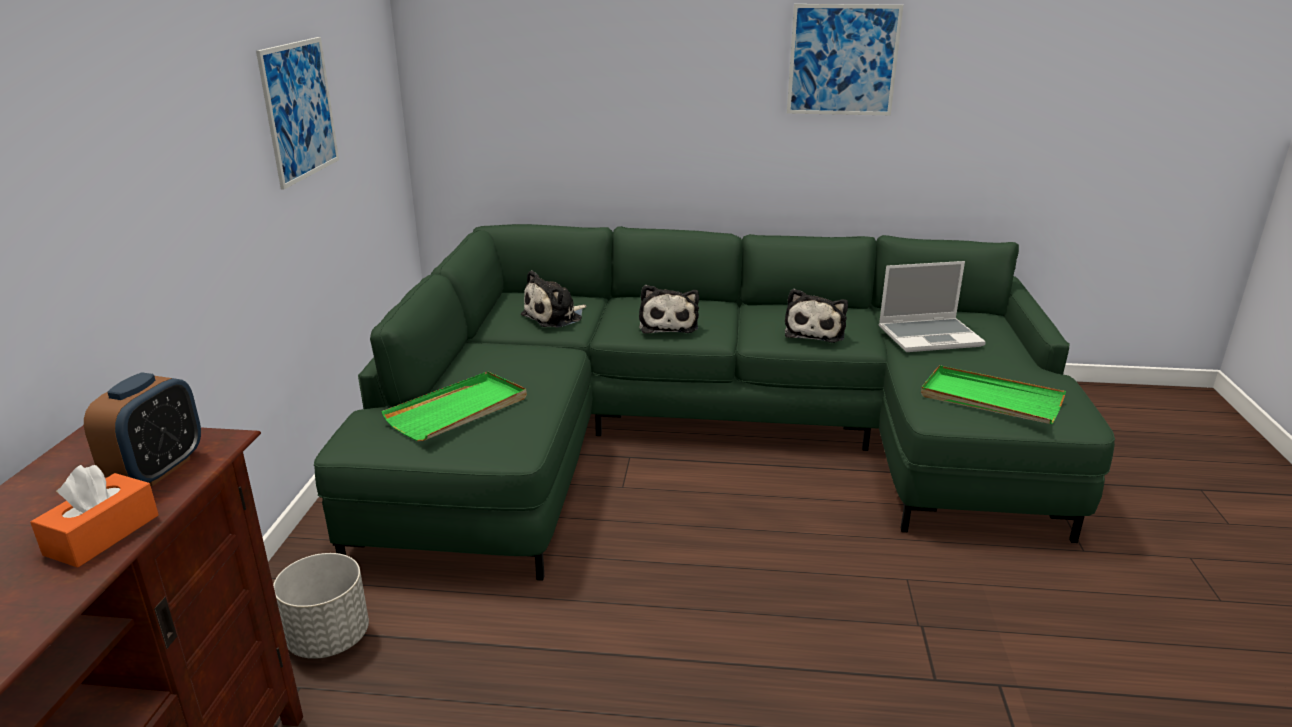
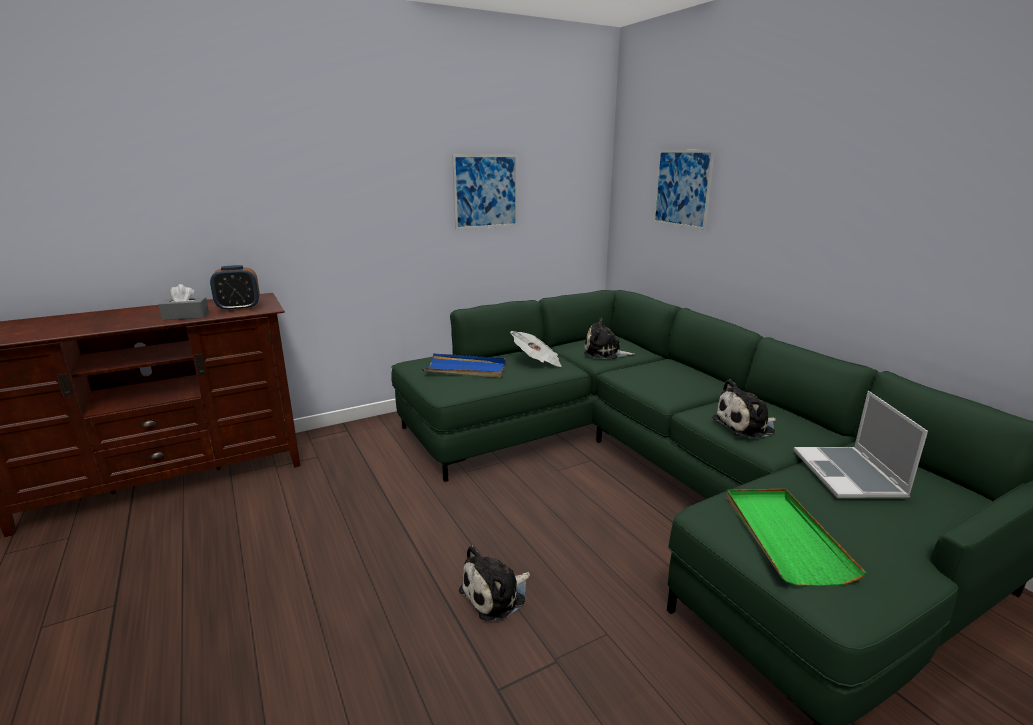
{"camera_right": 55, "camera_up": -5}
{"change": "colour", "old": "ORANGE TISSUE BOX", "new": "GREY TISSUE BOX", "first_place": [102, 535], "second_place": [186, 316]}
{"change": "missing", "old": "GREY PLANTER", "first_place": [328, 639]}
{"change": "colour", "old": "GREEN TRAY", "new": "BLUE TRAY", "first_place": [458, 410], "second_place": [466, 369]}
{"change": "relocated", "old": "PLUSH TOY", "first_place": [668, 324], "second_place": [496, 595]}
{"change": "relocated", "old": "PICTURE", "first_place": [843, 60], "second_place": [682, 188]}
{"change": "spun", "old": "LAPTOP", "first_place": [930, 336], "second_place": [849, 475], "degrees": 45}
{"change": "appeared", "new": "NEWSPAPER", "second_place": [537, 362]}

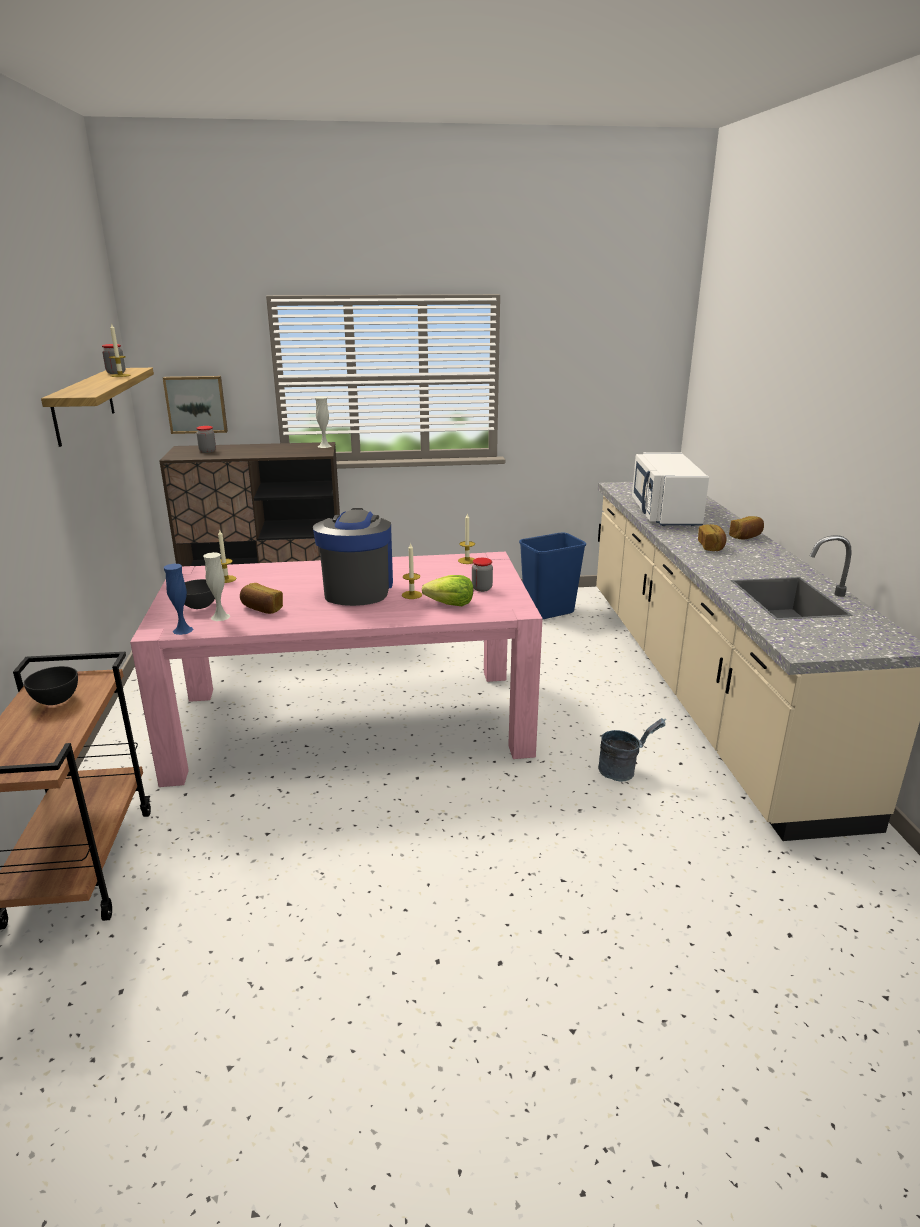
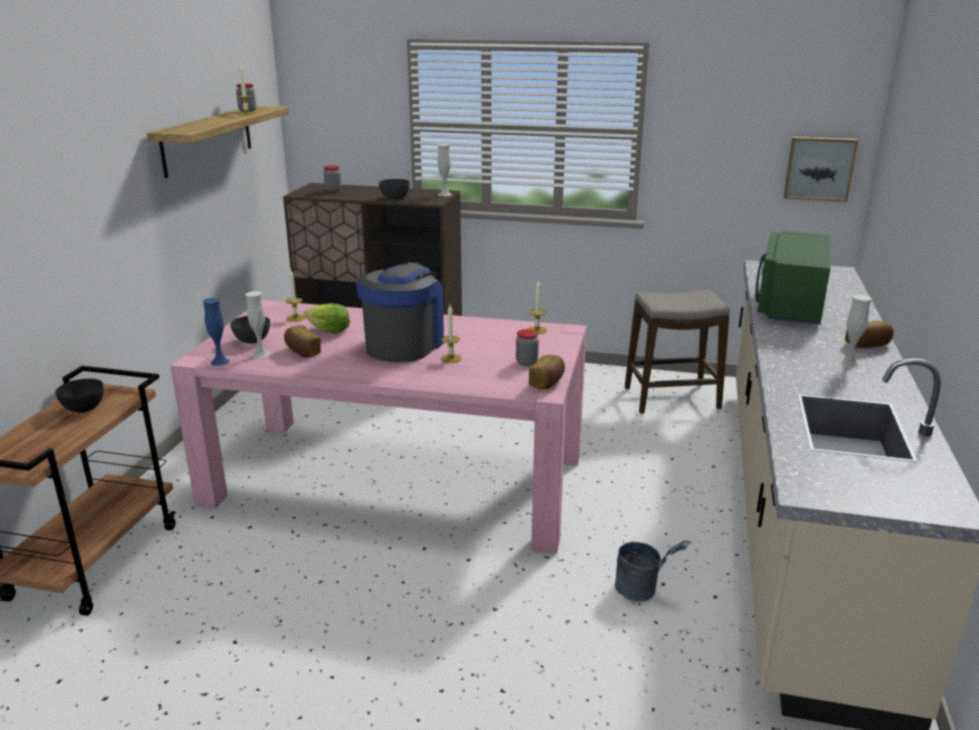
{"camera_right": 20, "camera_up": 0}
{"change": "relocated", "old": "PICTURE", "first_place": [196, 404], "second_place": [819, 168]}
{"change": "relocated", "old": "LETTUCE", "first_place": [450, 604], "second_place": [328, 331]}
{"change": "exchanged", "old": "BLUE TRASH CAN", "new": "STOOL", "first_place": [548, 612], "second_place": [671, 398]}
{"change": "colour", "old": "WHITE MICROWAVE", "new": "GREEN MICROWAVE", "first_place": [664, 513], "second_place": [789, 305]}
{"change": "relocated", "old": "BREAD", "first_place": [711, 547], "second_place": [547, 383]}
{"change": "appeared", "new": "GREY BOWL", "second_place": [395, 198]}
{"change": "appeared", "new": "WHITE VASE", "second_place": [849, 364]}

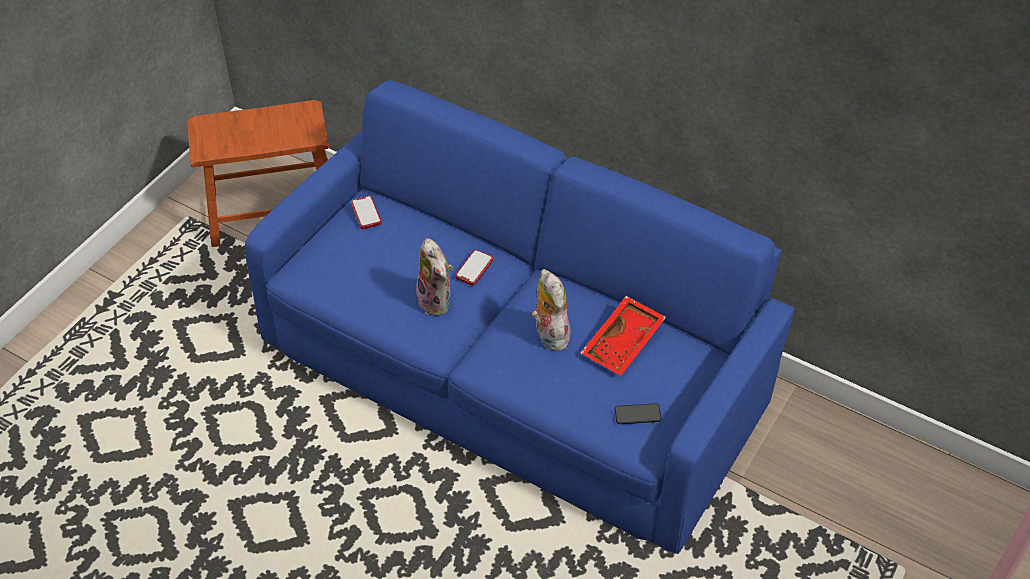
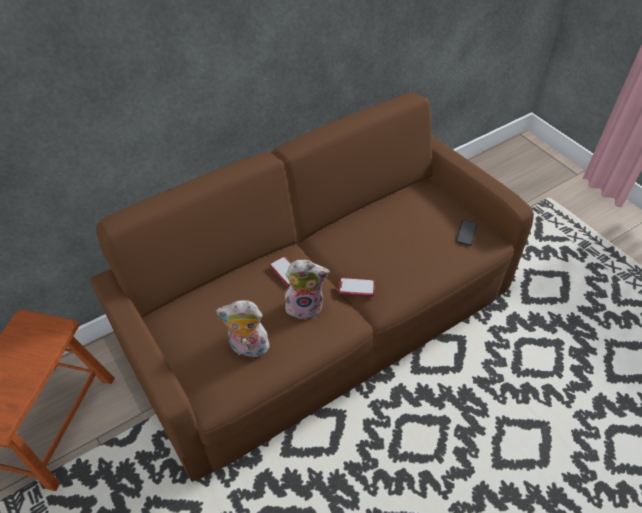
{"camera_right": -65, "camera_up": 0}
{"change": "colour", "old": "BLUE SOFA", "new": "BROWN SOFA", "first_place": [516, 365], "second_place": [321, 313]}
{"change": "relocated", "old": "PHONE", "first_place": [366, 213], "second_place": [356, 288]}
{"change": "relocated", "old": "PLUSH TOY", "first_place": [549, 334], "second_place": [247, 348]}
{"change": "missing", "old": "RED TRAY", "first_place": [624, 343]}

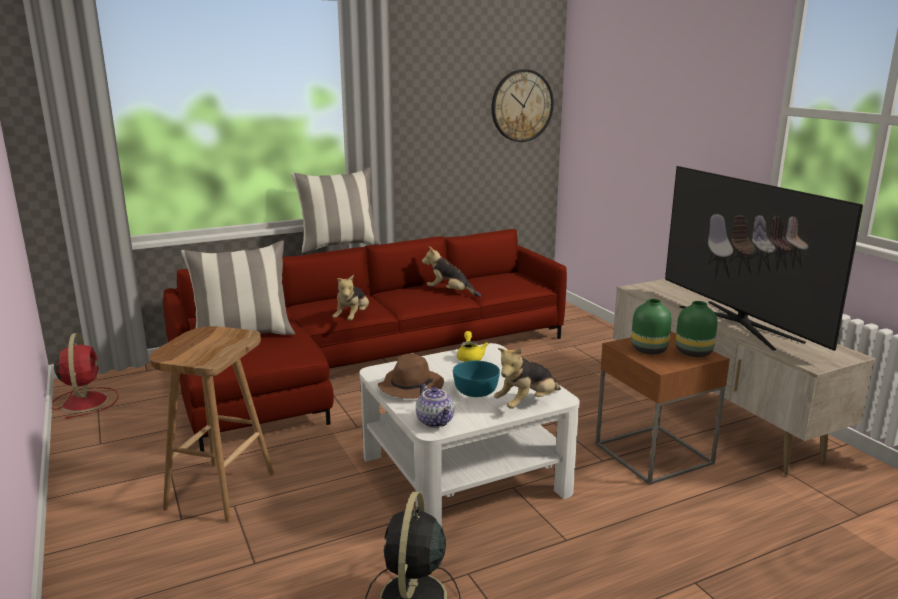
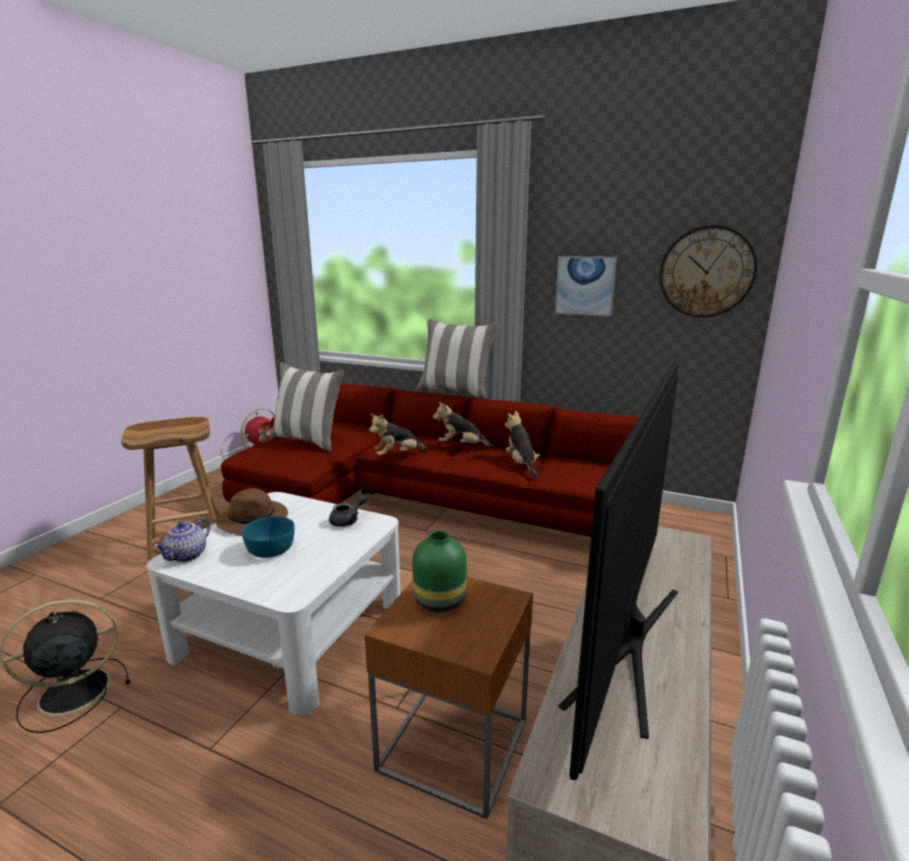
{"camera_right": 50, "camera_up": 0}
{"change": "colour", "old": "YELLOW TEAPOT", "new": "GREY TEAPOT", "first_place": [470, 357], "second_place": [348, 520]}
{"change": "relocated", "old": "PLUSH TOY", "first_place": [527, 403], "second_place": [462, 446]}
{"change": "missing", "old": "GREEN VASE", "first_place": [693, 352]}
{"change": "appeared", "new": "PICTURE", "second_place": [585, 285]}

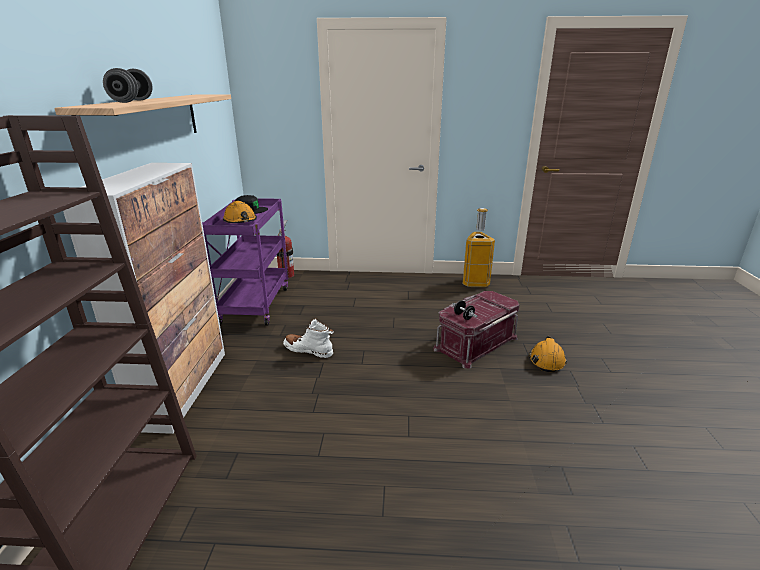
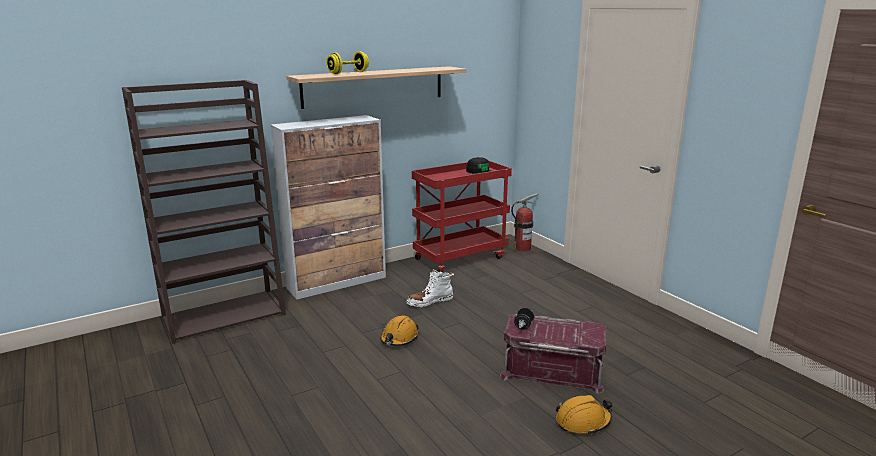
{"camera_right": 55, "camera_up": -5}
{"change": "colour", "old": "GREY DUMBBELL", "new": "YELLOW DUMBBELL", "first_place": [132, 101], "second_place": [348, 73]}
{"change": "colour", "old": "PURPLE CART", "new": "RED CART", "first_place": [255, 304], "second_place": [460, 257]}
{"change": "relocated", "old": "ORANGE HARD HAT", "first_place": [240, 221], "second_place": [399, 338]}
{"change": "spun", "old": "WHITE BOOT", "first_place": [308, 350], "second_place": [430, 302], "degrees": -105}
{"change": "missing", "old": "TRASH CAN", "first_place": [475, 282]}

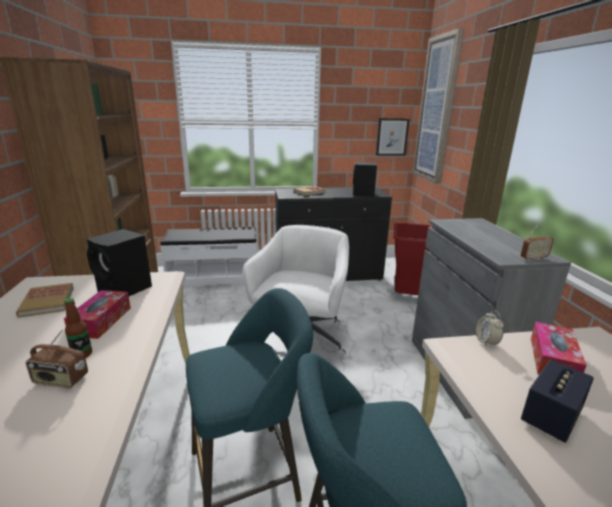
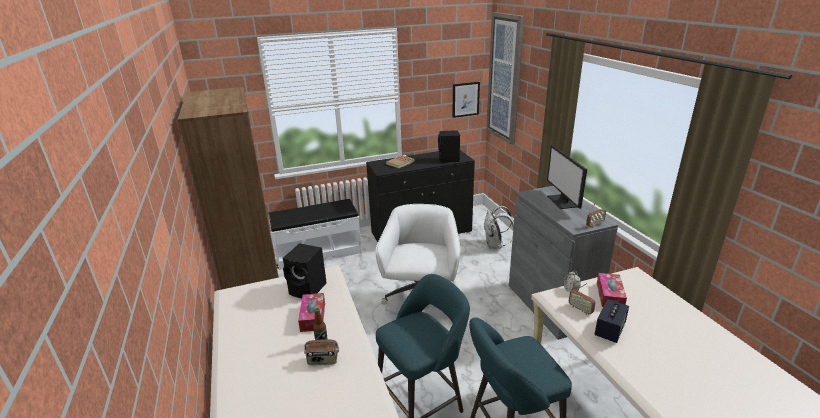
{"camera_right": -10, "camera_up": 5}
{"change": "missing", "old": "BOOK", "first_place": [47, 302]}
{"change": "exchanged", "old": "RED TRASH CAN", "new": "WHITE BACKPACK", "first_place": [406, 296], "second_place": [495, 245]}
{"change": "appeared", "new": "MONITOR", "second_place": [562, 201]}
{"change": "appeared", "new": "RADIO", "second_place": [580, 309]}

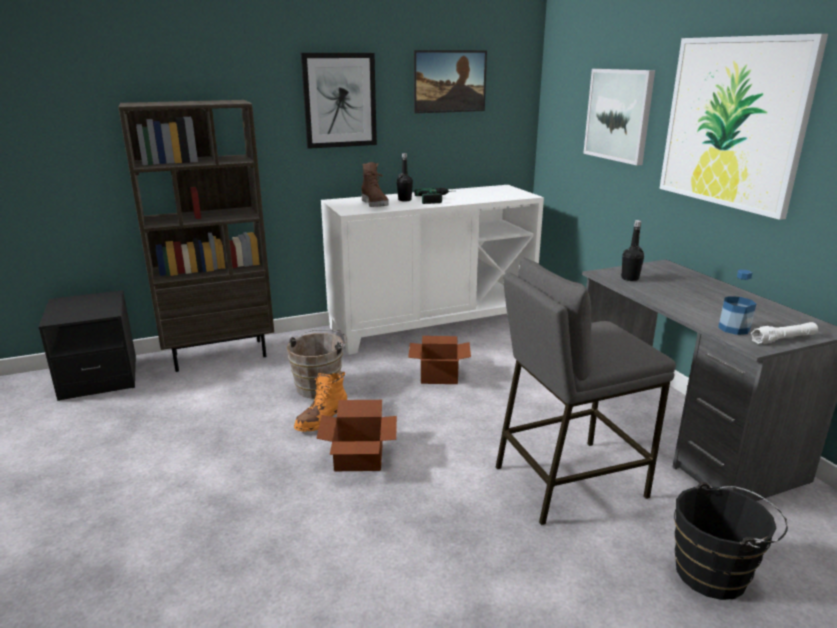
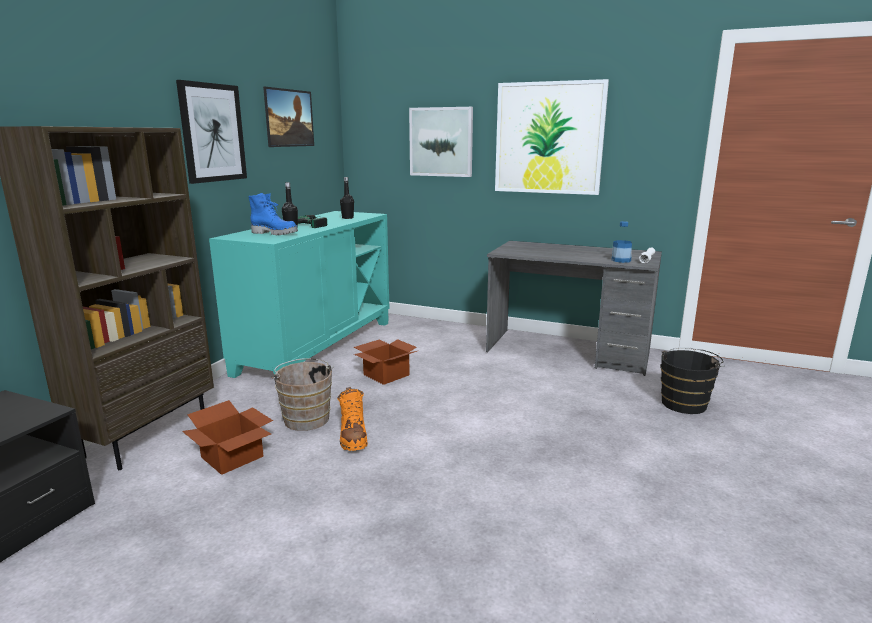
{"camera_right": -45, "camera_up": -5}
{"change": "relocated", "old": "CARDBOARD BOX", "first_place": [357, 458], "second_place": [232, 458]}
{"change": "colour", "old": "WHITE CABINET", "new": "TURQUOISE CABINET", "first_place": [431, 325], "second_place": [317, 346]}
{"change": "colour", "old": "BROWN BOOT", "new": "BLUE BOOT", "first_place": [375, 204], "second_place": [275, 233]}
{"change": "missing", "old": "GREY STOOL", "first_place": [568, 480]}
{"change": "relocated", "old": "BLACK BOTTLE", "first_place": [630, 278], "second_place": [347, 218]}

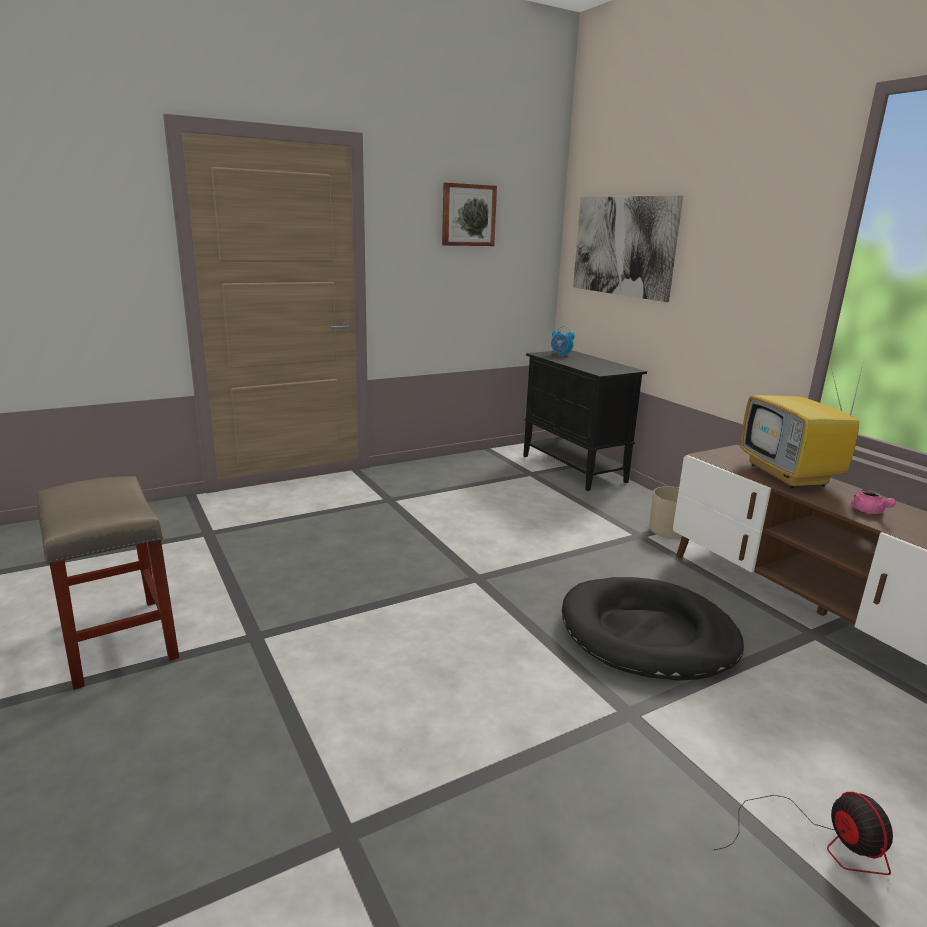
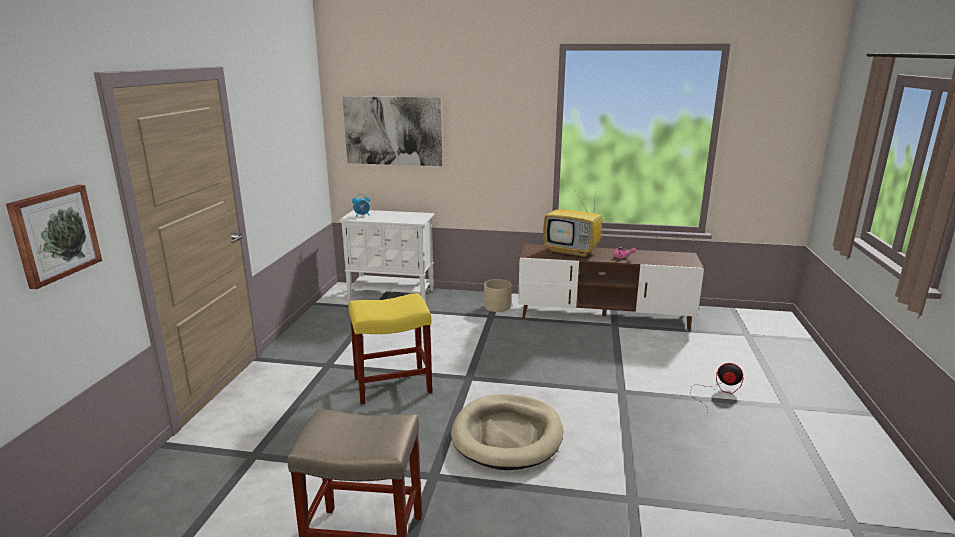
{"camera_right": -50, "camera_up": 0}
{"change": "relocated", "old": "PICTURE", "first_place": [468, 215], "second_place": [54, 234]}
{"change": "colour", "old": "BLACK CABINET", "new": "WHITE CABINET", "first_place": [574, 469], "second_place": [392, 294]}
{"change": "missing", "old": "BLACK DOG BED", "first_place": [648, 634]}
{"change": "appeared", "new": "YELLOW STOOL", "second_place": [393, 385]}
{"change": "appeared", "new": "BEIGE DOG BED", "second_place": [507, 435]}

